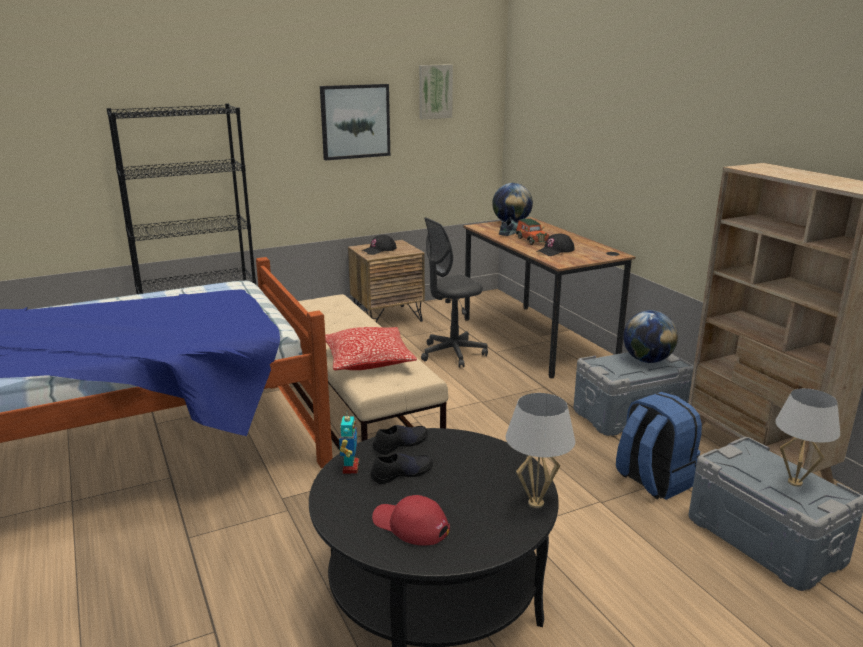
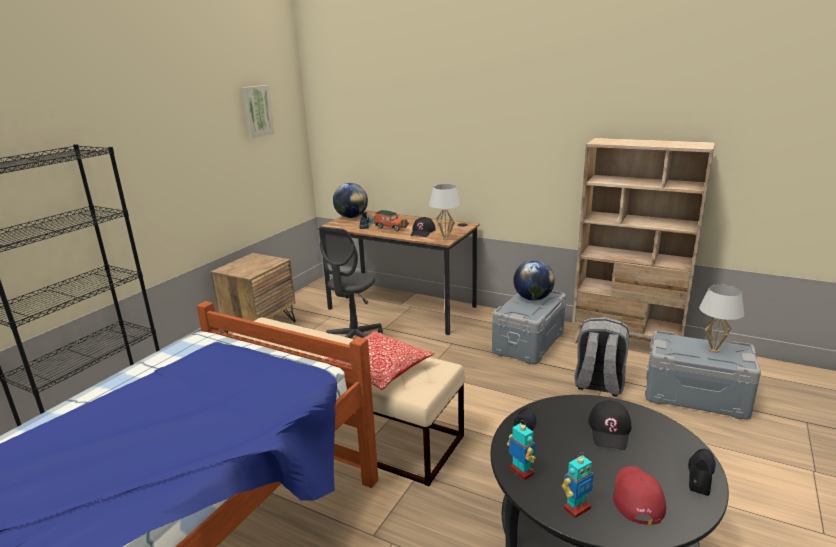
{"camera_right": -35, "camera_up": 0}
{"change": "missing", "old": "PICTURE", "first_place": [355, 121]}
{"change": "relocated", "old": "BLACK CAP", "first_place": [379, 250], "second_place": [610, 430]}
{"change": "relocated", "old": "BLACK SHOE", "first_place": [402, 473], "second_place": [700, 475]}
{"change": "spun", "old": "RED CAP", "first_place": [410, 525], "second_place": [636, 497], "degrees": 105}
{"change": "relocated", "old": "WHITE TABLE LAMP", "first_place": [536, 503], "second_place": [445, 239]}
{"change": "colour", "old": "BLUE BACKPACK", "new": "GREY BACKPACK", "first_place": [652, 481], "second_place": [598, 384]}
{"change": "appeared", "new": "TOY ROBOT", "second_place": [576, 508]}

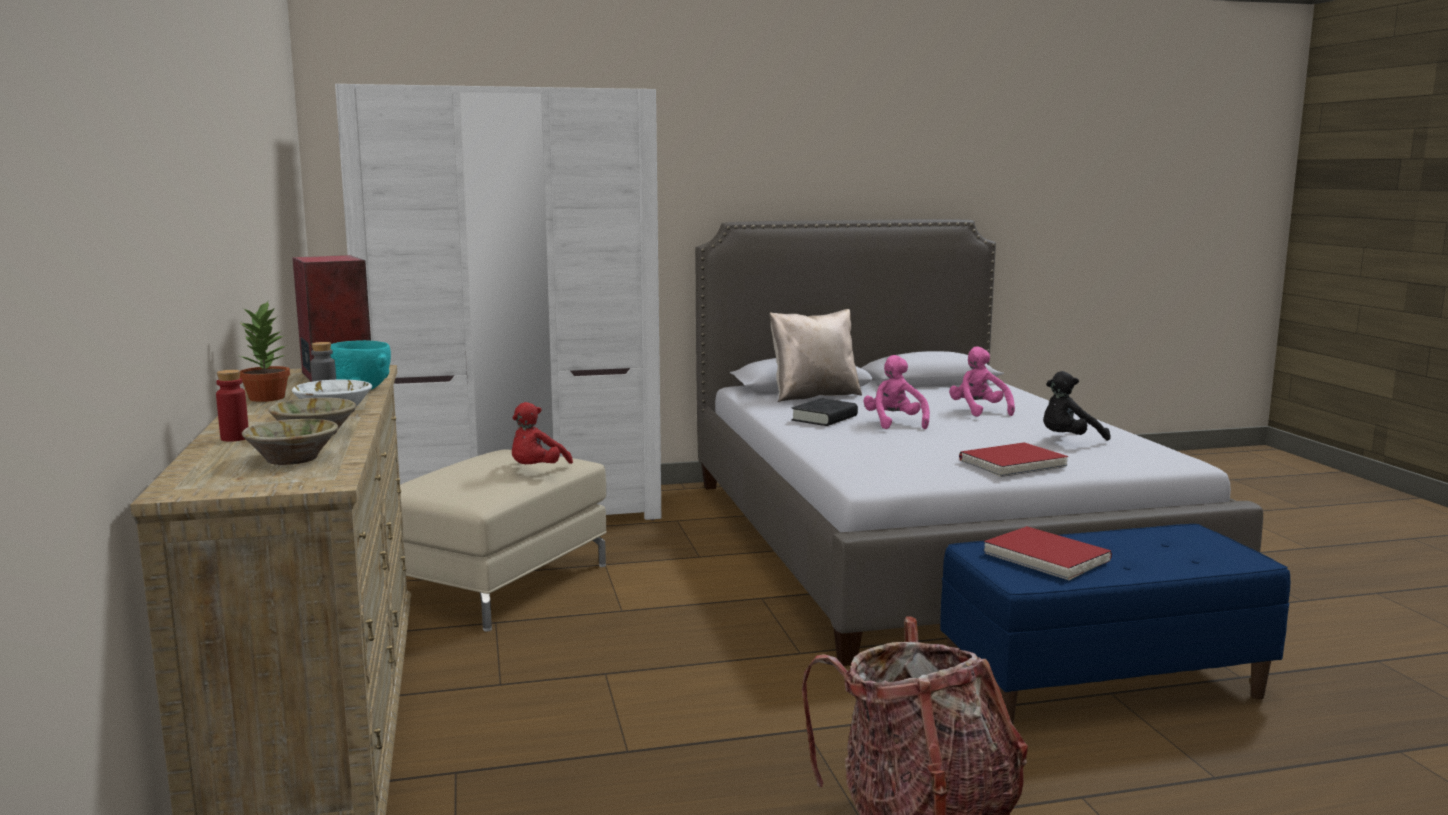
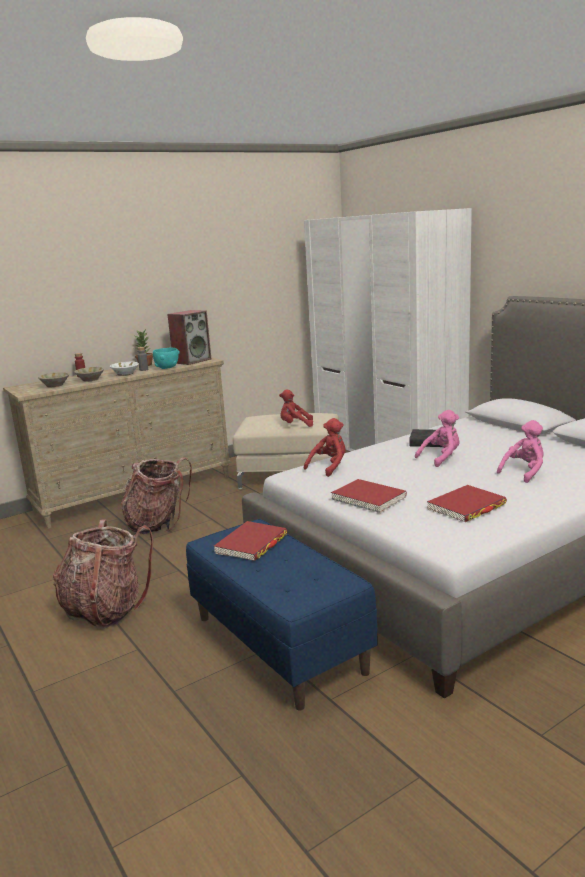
{"camera_right": 70, "camera_up": 5}
{"change": "missing", "old": "BEIGE PILLOW", "first_place": [813, 396]}
{"change": "exchanged", "old": "BLACK PLUSH TOY", "new": "RED BOOK", "first_place": [1068, 441], "second_place": [466, 507]}
{"change": "appeared", "new": "BACKPACK", "second_place": [158, 523]}
{"change": "appeared", "new": "RED PLUSH TOY", "second_place": [329, 467]}

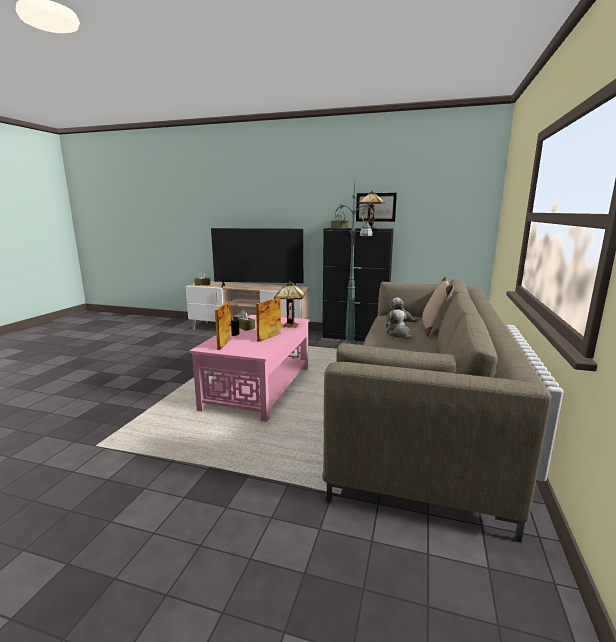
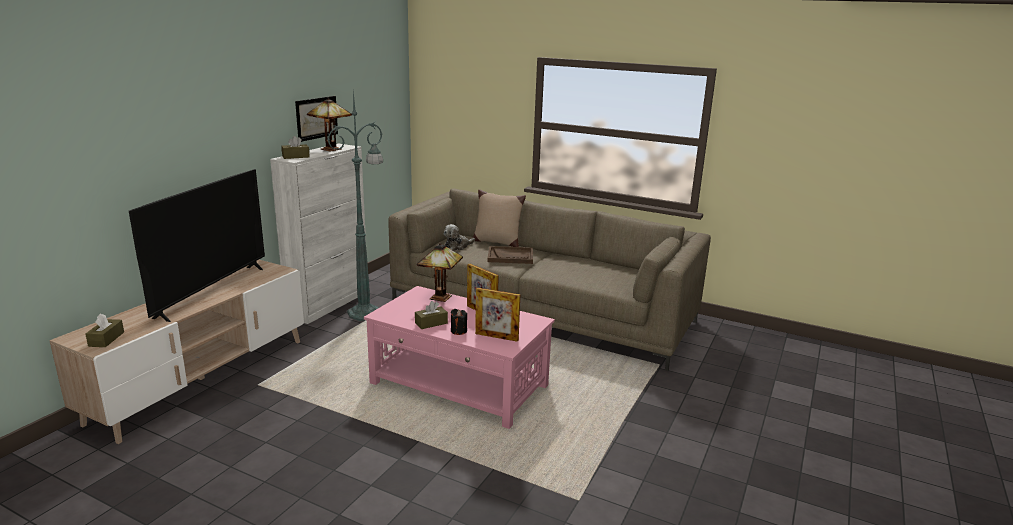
{"camera_right": -80, "camera_up": 5}
{"change": "colour", "old": "BLACK CABINET", "new": "WHITE CABINET", "first_place": [355, 337], "second_place": [329, 303]}
{"change": "exchanged", "old": "PLUSH TOY", "new": "BROWN TRAY", "first_place": [399, 335], "second_place": [510, 256]}

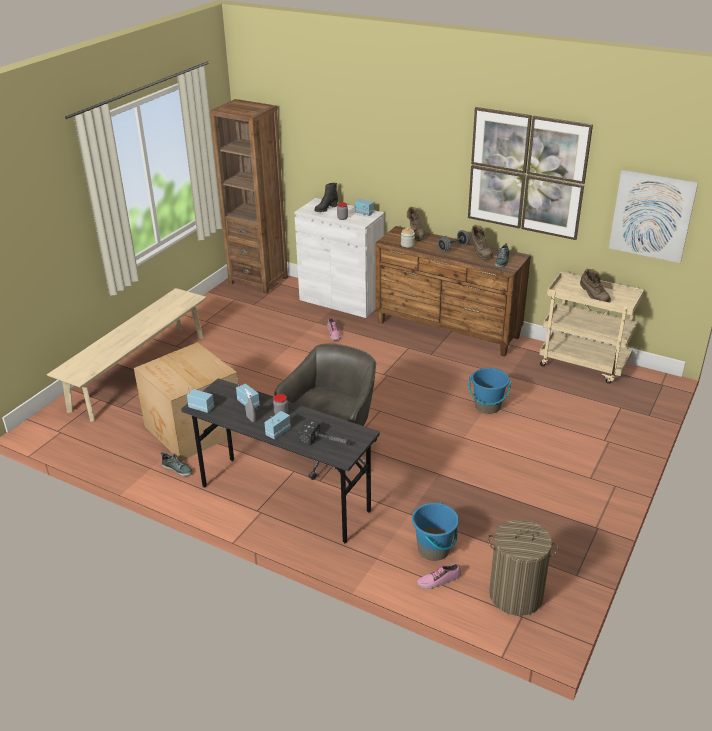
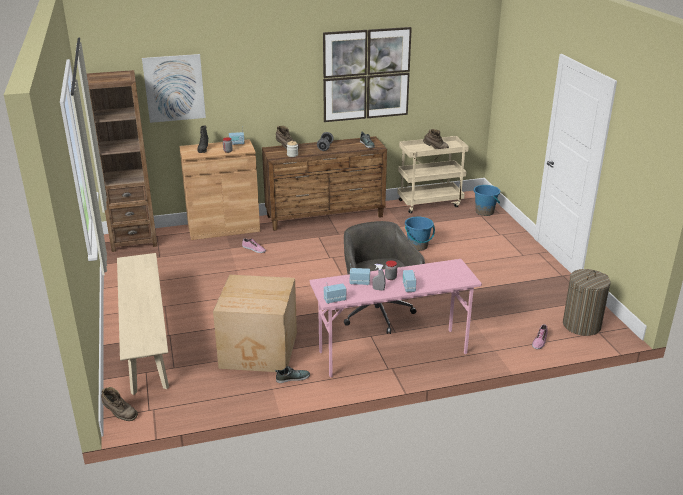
{"camera_right": -45, "camera_up": -5}
{"change": "colour", "old": "GREY DESK", "new": "PINK DESK", "first_place": [284, 499], "second_place": [392, 353]}
{"change": "colour", "old": "WHITE CABINET", "new": "BROWN CABINET", "first_place": [341, 300], "second_place": [223, 228]}
{"change": "missing", "old": "HAMMER", "first_place": [326, 442]}
{"change": "relocated", "old": "BLUE BUCKET", "first_place": [434, 549], "second_place": [484, 212]}
{"change": "relocated", "old": "BROWN BOOT", "first_place": [480, 254], "second_place": [119, 414]}
{"change": "relocated", "old": "PICTURE", "first_place": [651, 216], "second_place": [174, 88]}

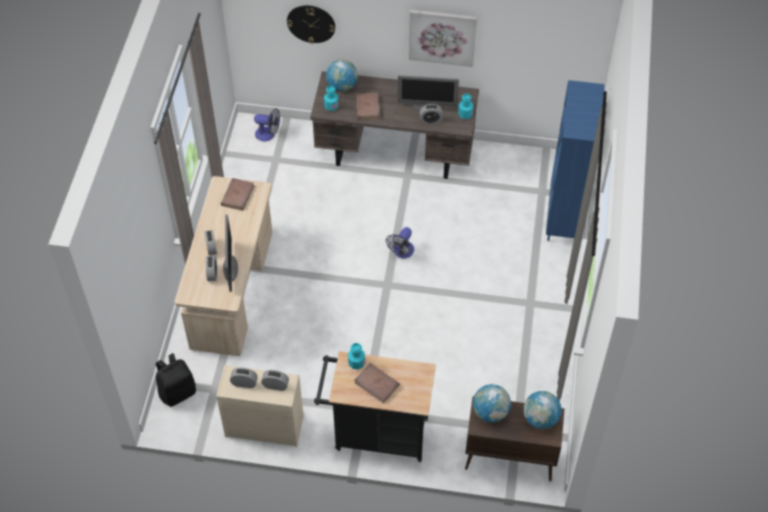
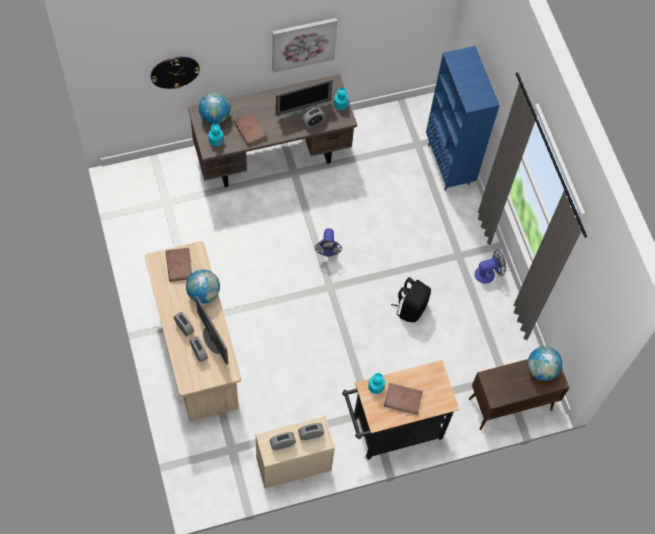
{"camera_right": -30, "camera_up": 10}
{"change": "relocated", "old": "BLACK BACKPACK", "first_place": [177, 392], "second_place": [410, 308]}
{"change": "relocated", "old": "FAN", "first_place": [268, 134], "second_place": [488, 273]}
{"change": "relocated", "old": "GLOBE", "first_place": [490, 412], "second_place": [203, 293]}

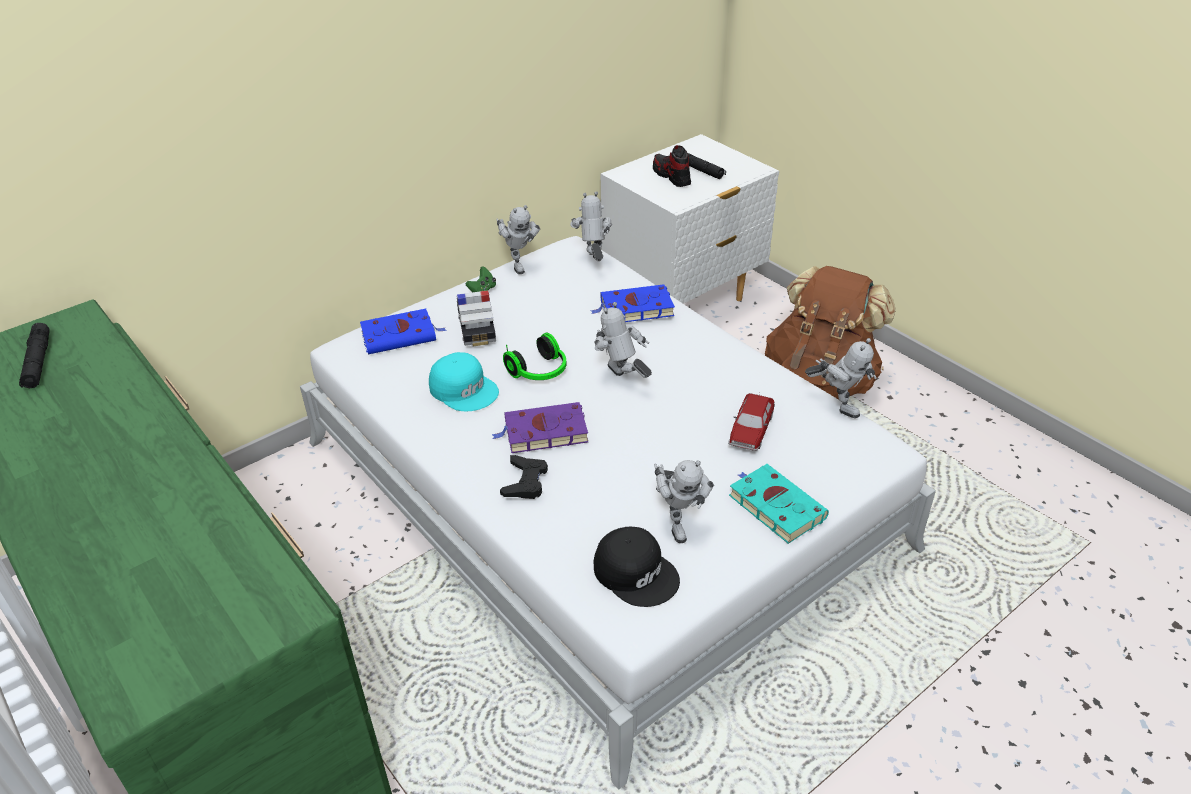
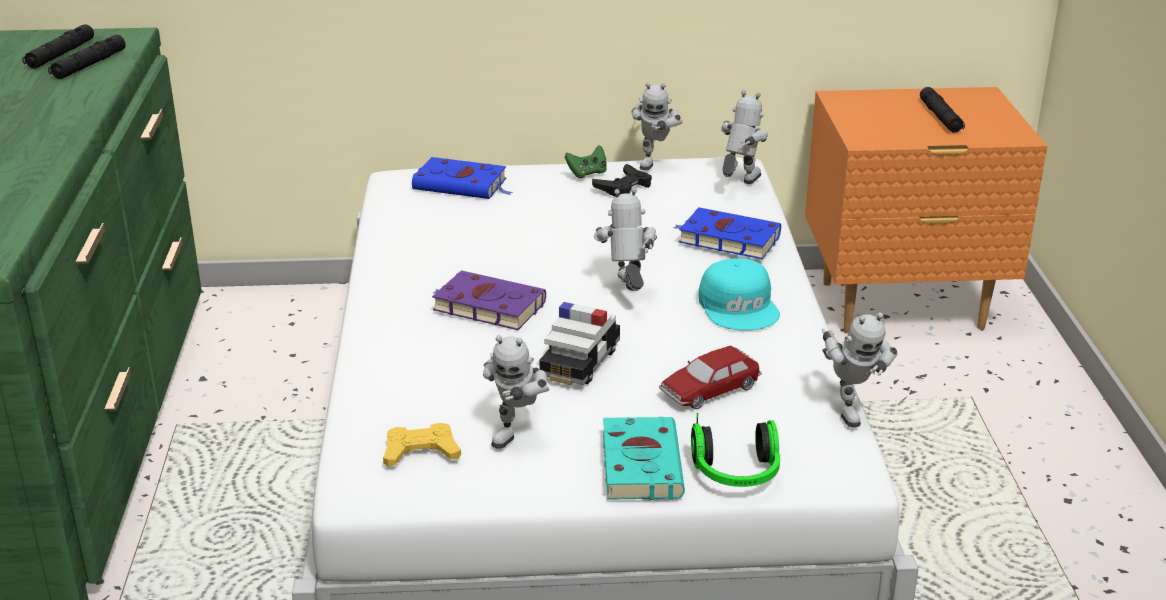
{"camera_right": 35, "camera_up": -10}
{"change": "relocated", "old": "TURQUOISE CAP", "first_place": [464, 389], "second_place": [739, 306]}
{"change": "relocated", "old": "TOY CAR", "first_place": [477, 329], "second_place": [580, 362]}
{"change": "relocated", "old": "BLACK GAME CONTROLLER", "first_place": [525, 481], "second_place": [624, 187]}
{"change": "relocated", "old": "HEADPHONES", "first_place": [540, 372], "second_place": [737, 475]}
{"change": "exchanged", "old": "BLACK CAP", "new": "YELLOW GAME CONTROLLER", "first_place": [636, 572], "second_place": [421, 452]}
{"change": "colour", "old": "WHITE NIGHTSTAND", "new": "ORANGE NIGHTSTAND", "first_place": [683, 303], "second_place": [902, 306]}
{"change": "missing", "old": "SHOE", "first_place": [671, 176]}
{"change": "missing", "old": "BROWN BACKPACK", "first_place": [820, 381]}
{"change": "appeared", "new": "BLACK FLASHLIGHT", "second_place": [89, 65]}

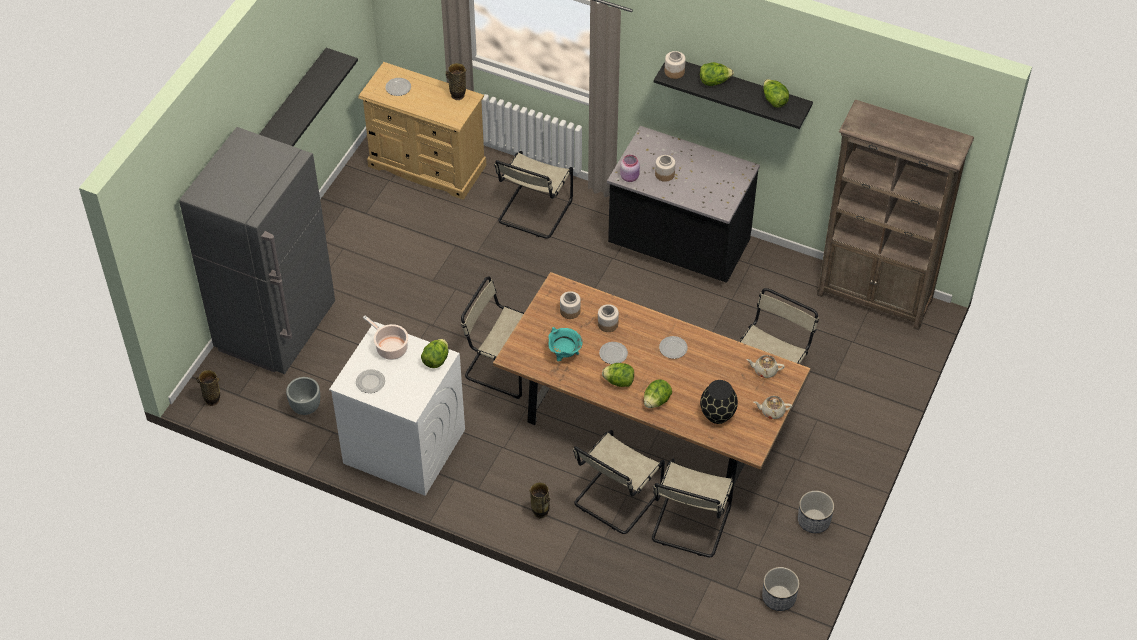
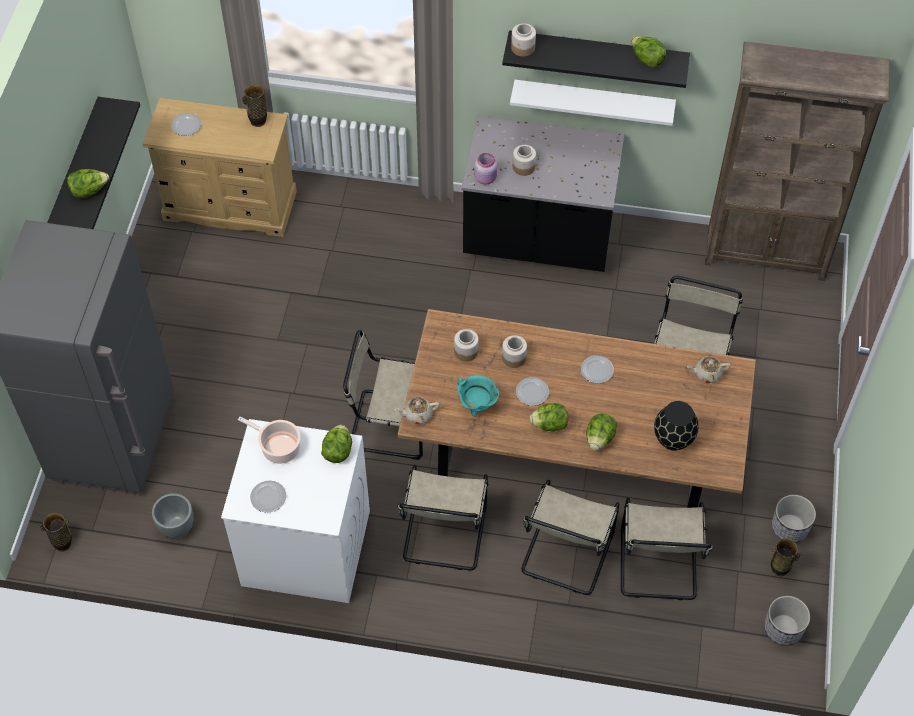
{"camera_right": -15, "camera_up": 5}
{"change": "relocated", "old": "BEIGE CHAIR", "first_place": [533, 213], "second_place": [444, 536]}
{"change": "relocated", "old": "VASE", "first_place": [540, 512], "second_place": [779, 569]}
{"change": "relocated", "old": "LETTUCE", "first_place": [714, 82], "second_place": [89, 191]}
{"change": "relocated", "old": "BEIGE TEAPOT", "first_place": [772, 411], "second_place": [417, 414]}
{"change": "appeared", "new": "WHITE SHELF", "second_place": [593, 101]}

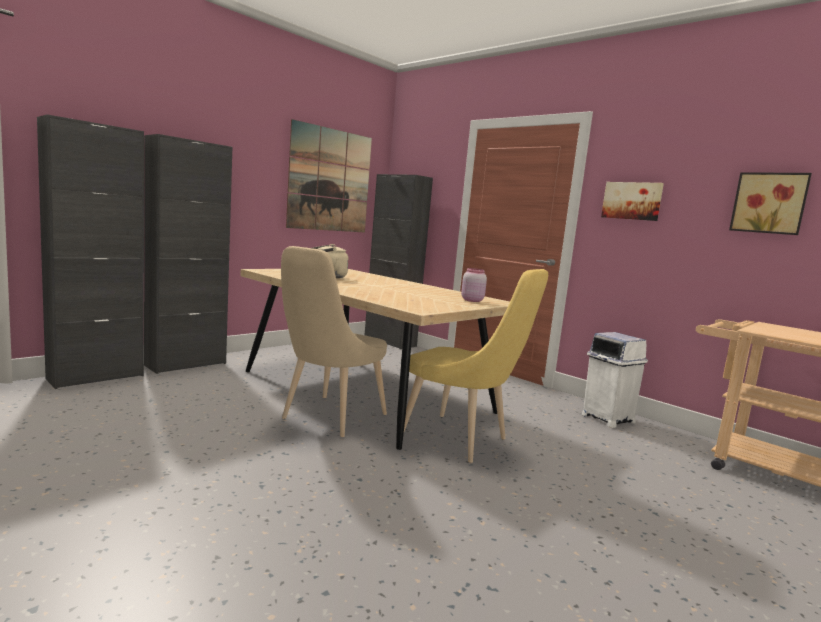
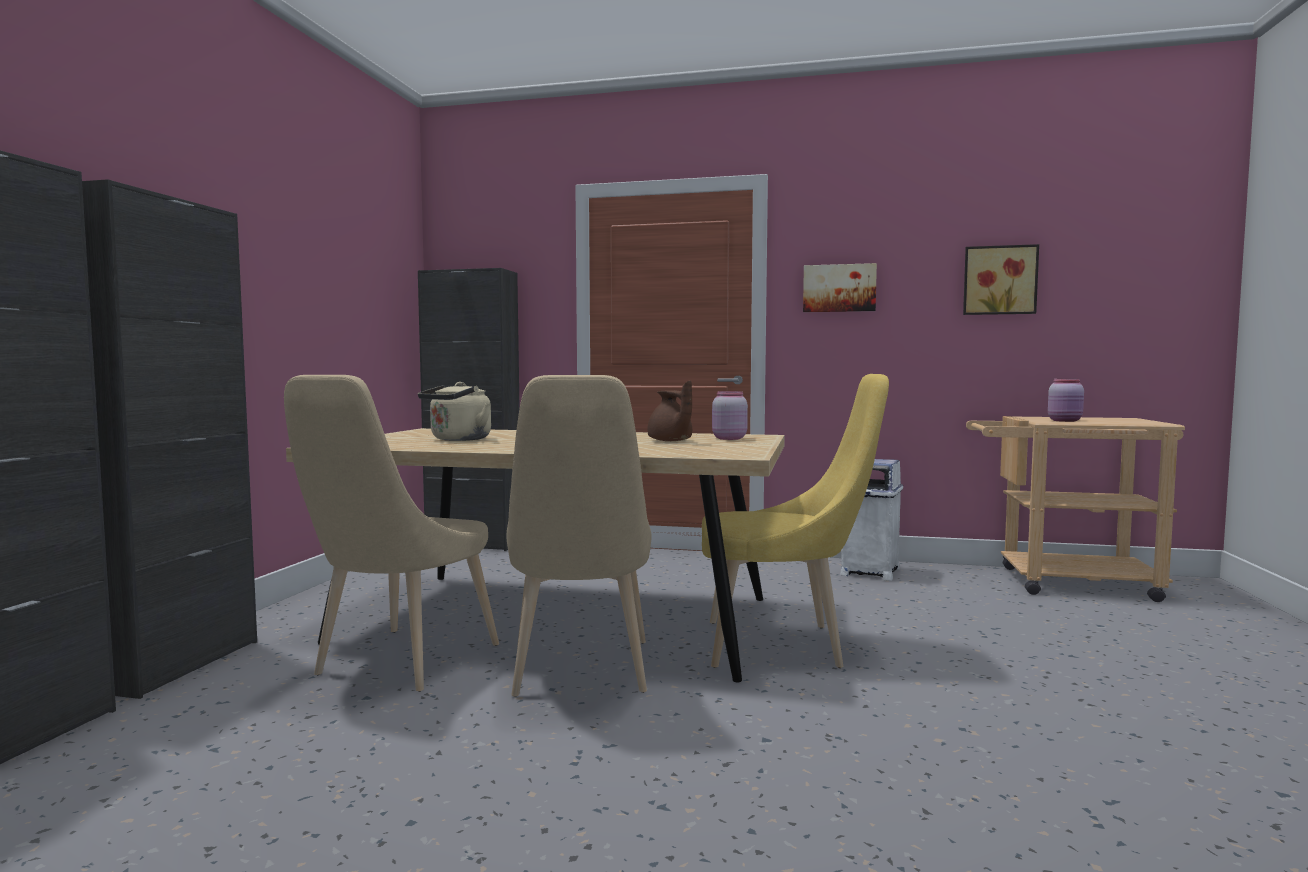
{"camera_right": -30, "camera_up": -5}
{"change": "missing", "old": "PICTURE", "first_place": [330, 180]}
{"change": "appeared", "new": "BEIGE CHAIR", "second_place": [400, 664]}
{"change": "appeared", "new": "BROWN TEAPOT", "second_place": [671, 441]}
{"change": "appeared", "new": "PINK JAR", "second_place": [1065, 421]}

